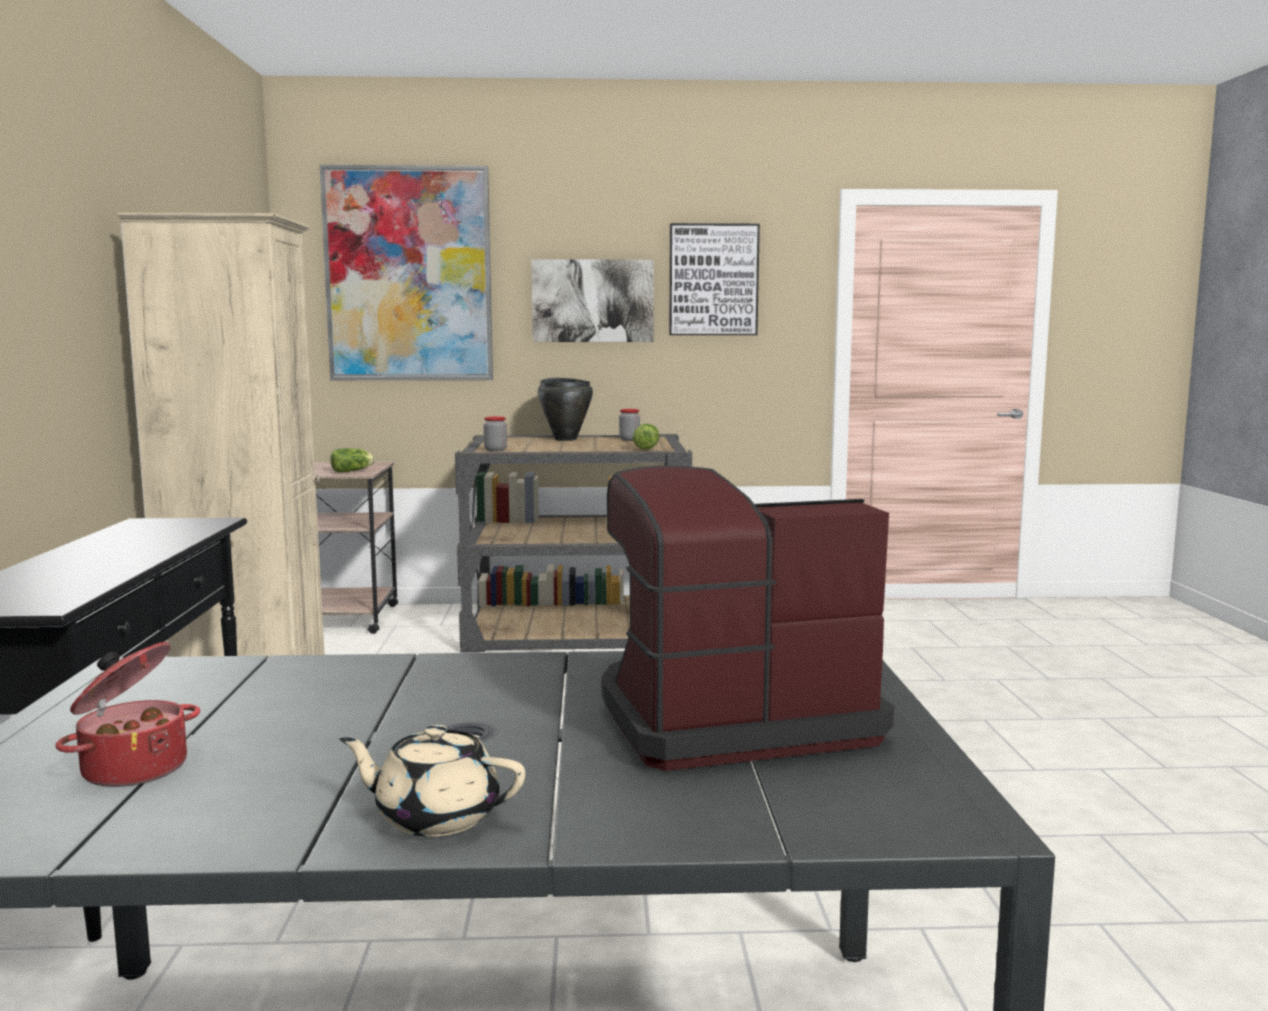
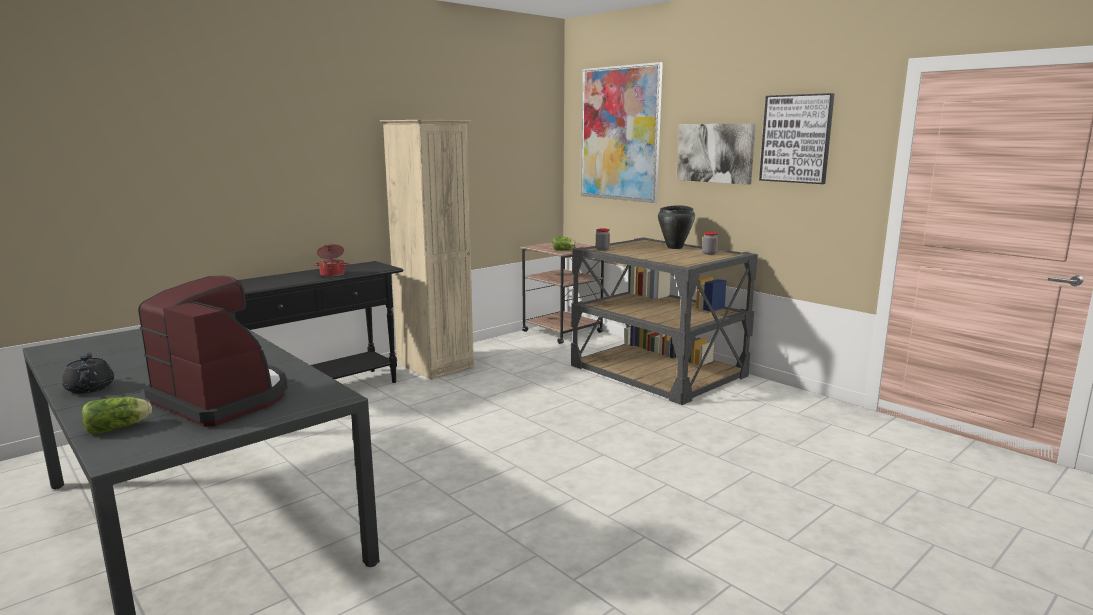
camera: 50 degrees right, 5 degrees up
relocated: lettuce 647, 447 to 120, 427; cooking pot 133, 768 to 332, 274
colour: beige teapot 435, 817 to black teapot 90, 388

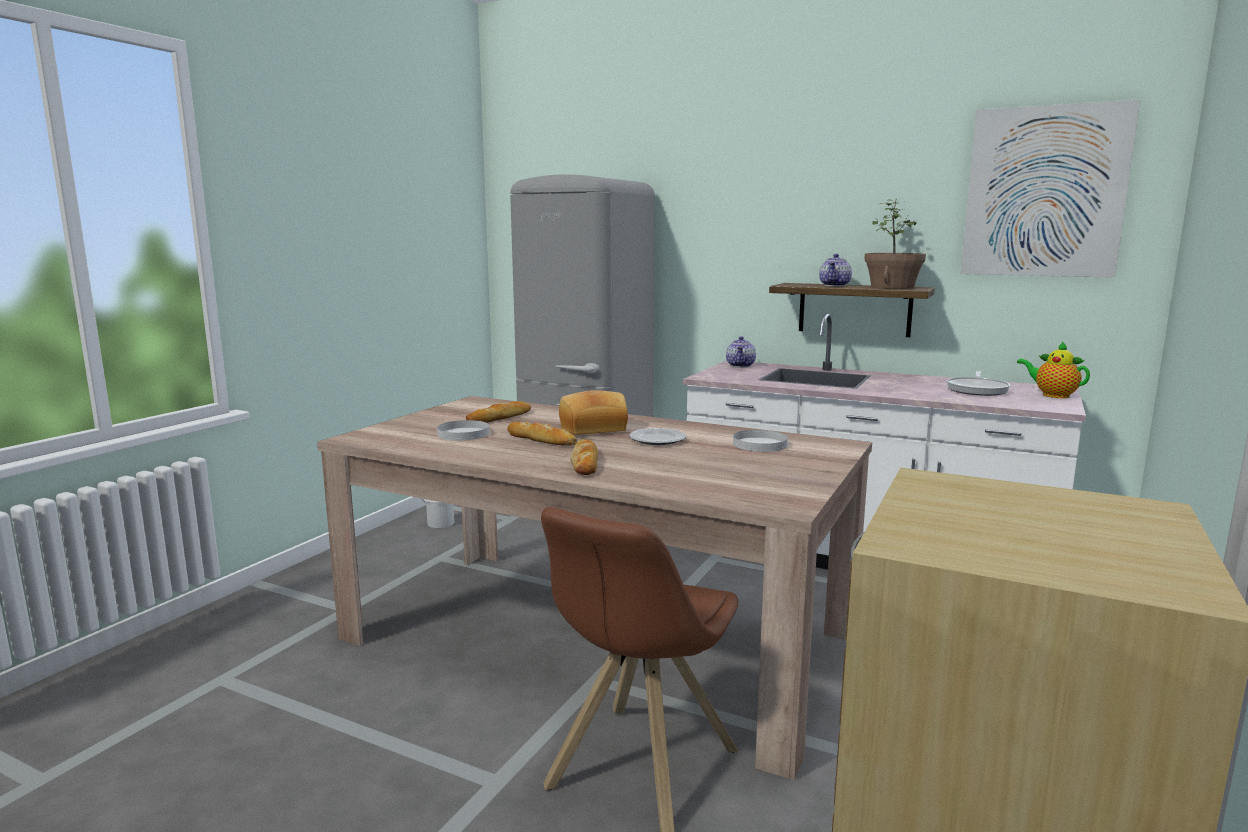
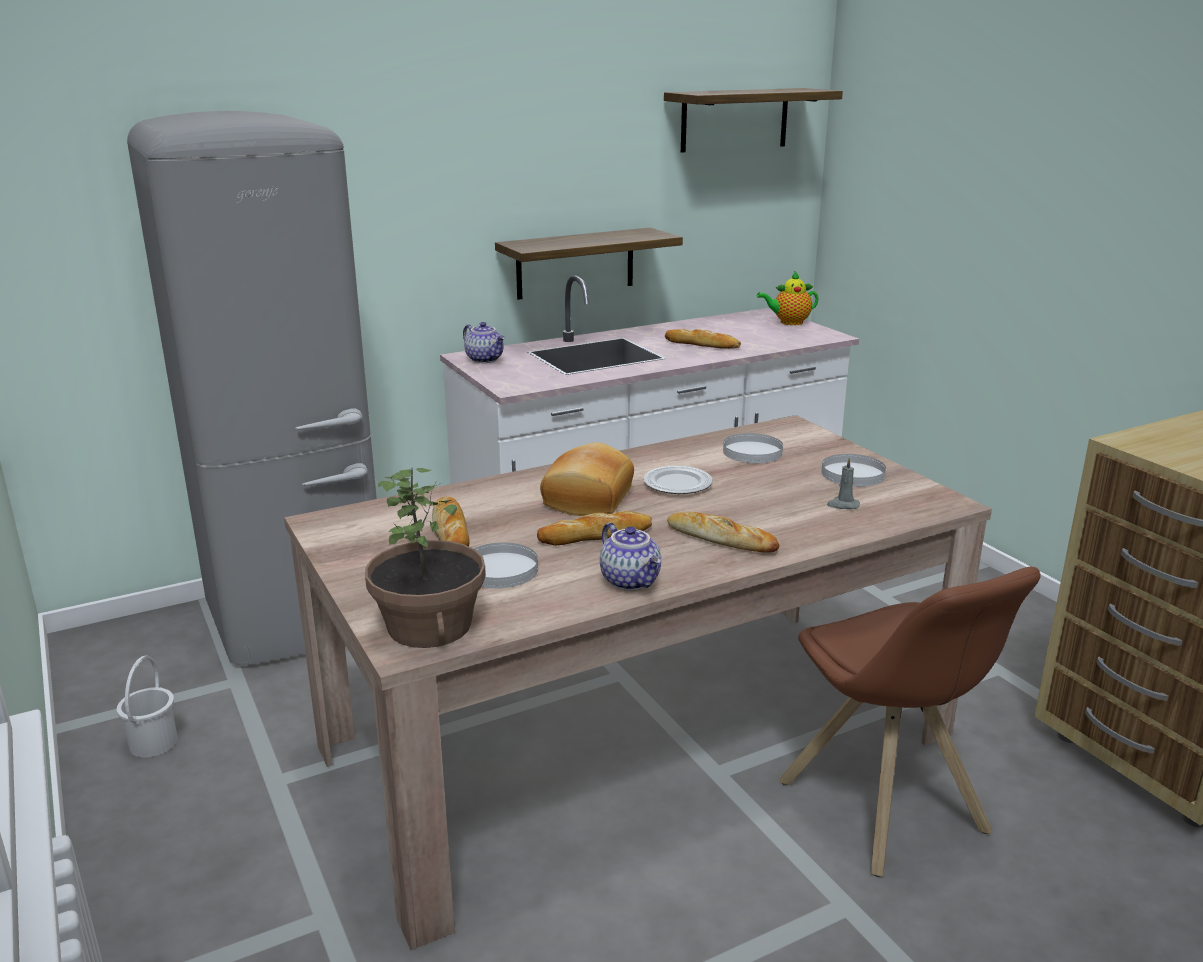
camera: 55 degrees left, 10 degrees up
missing: frying pan 977, 389
appeared: bread 702, 344; white plate 853, 474; grey candle 842, 505
relocated: potted plant 893, 287 to 431, 625; teapot 835, 285 to 631, 581
exchanged: picture 1044, 192 to shelf 734, 119

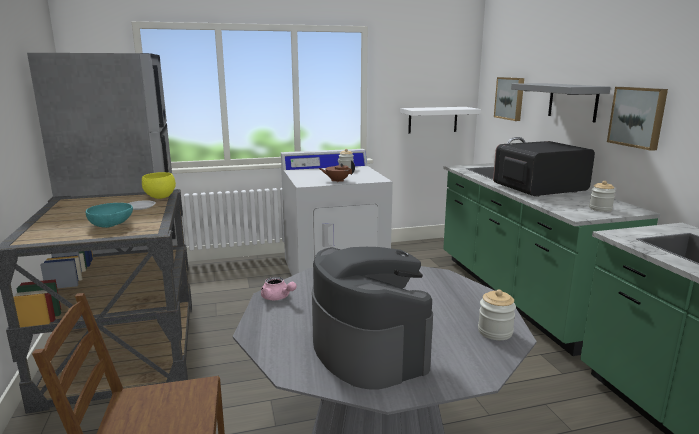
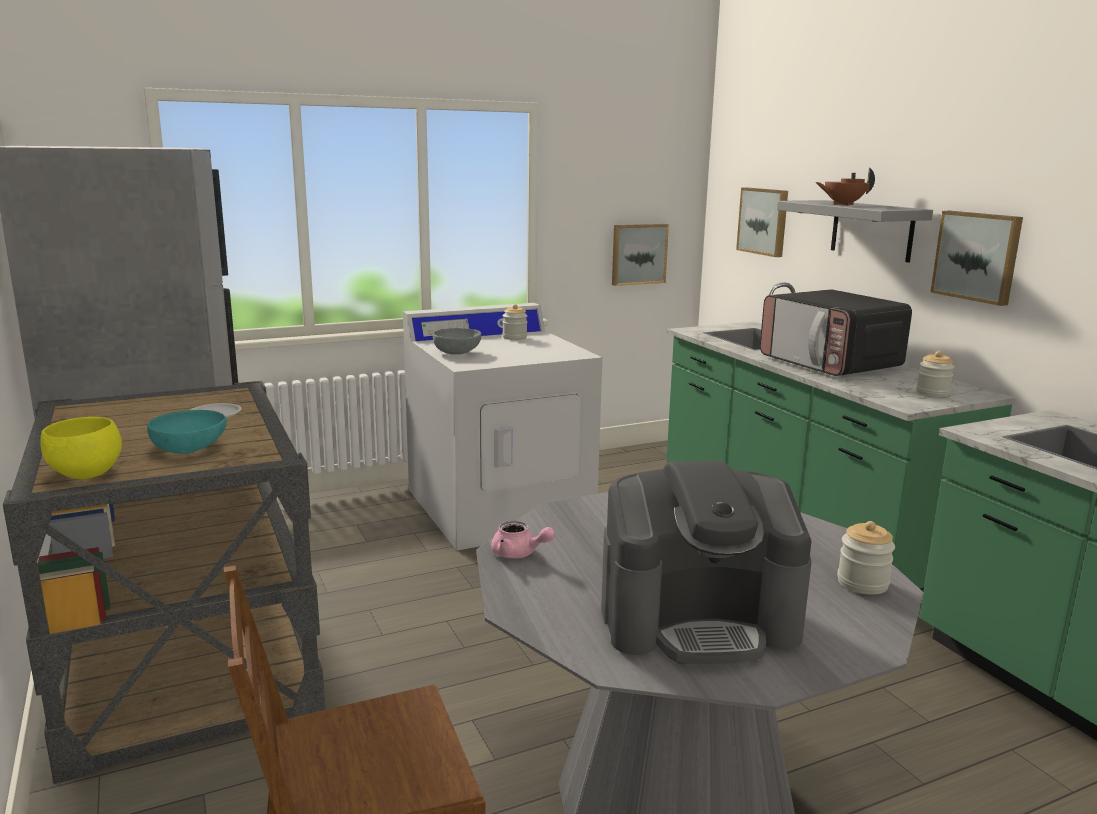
camera: 10 degrees left, 0 degrees up
appeared: grey bowl 457, 352
relocated: brown teapot 337, 181 to 843, 204; yellow bowl 160, 197 to 86, 475
exchanged: white shelf 433, 120 to picture 638, 254
spun: microwave 538, 189 = 830, 363 90 degrees counterclockwise; coffee machine 368, 348 = 698, 619 120 degrees clockwise

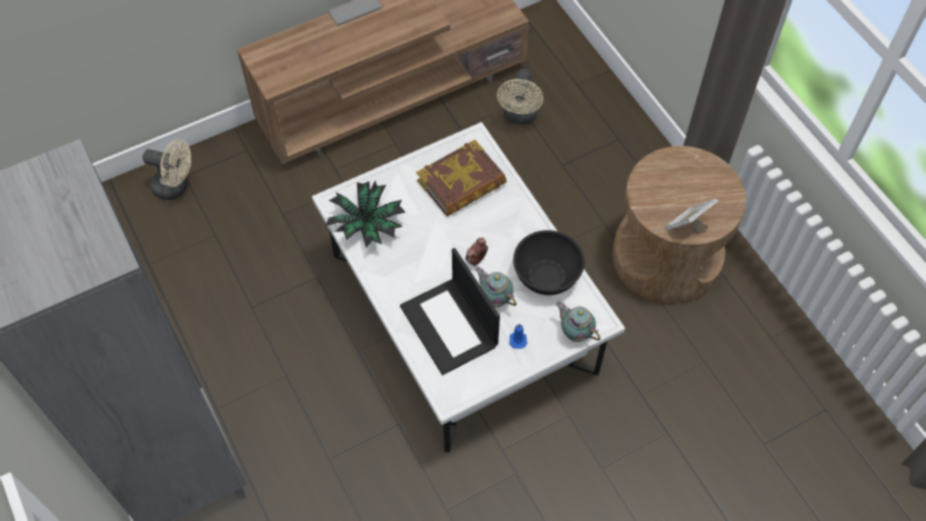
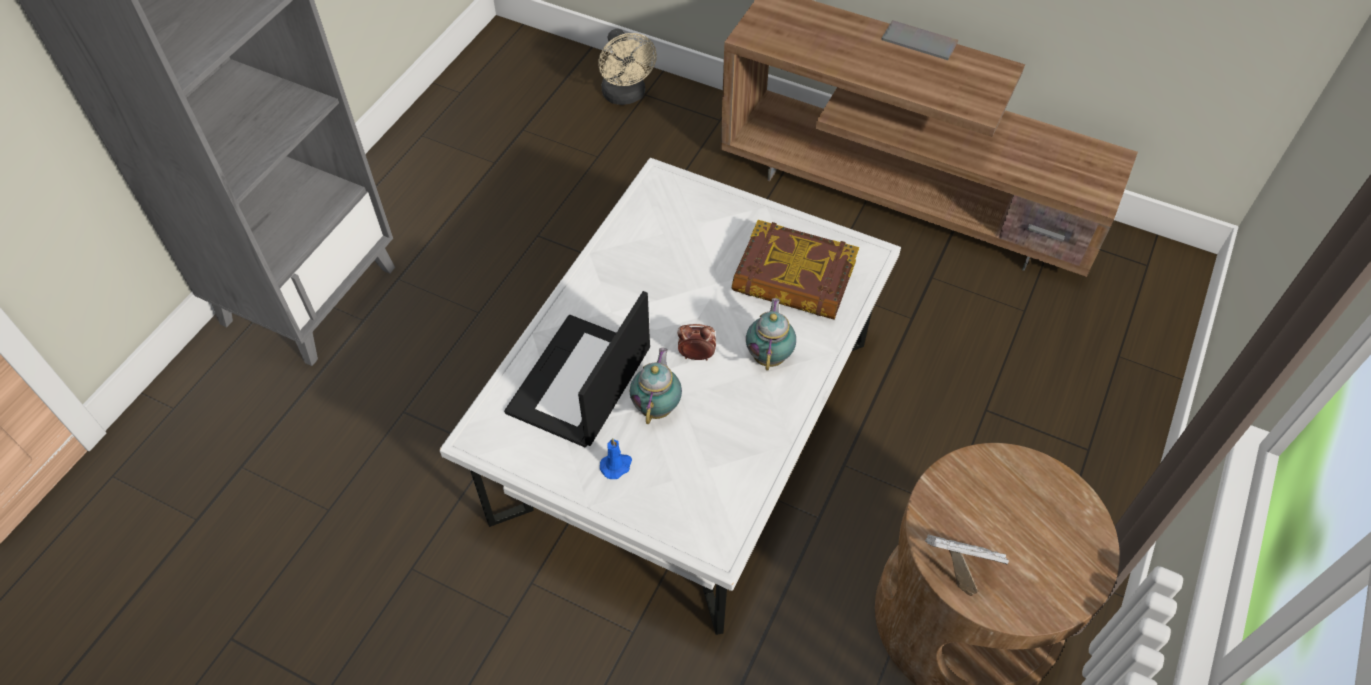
camera: 55 degrees right, 5 degrees down
missing: beige fan 519, 116; potted plant 366, 226; black bowl 546, 276
relocated: teapot 575, 332 to 769, 355

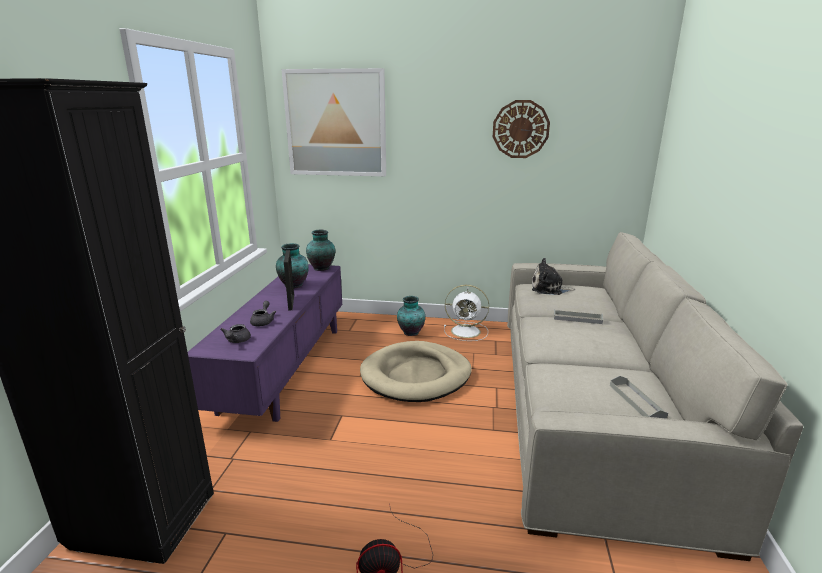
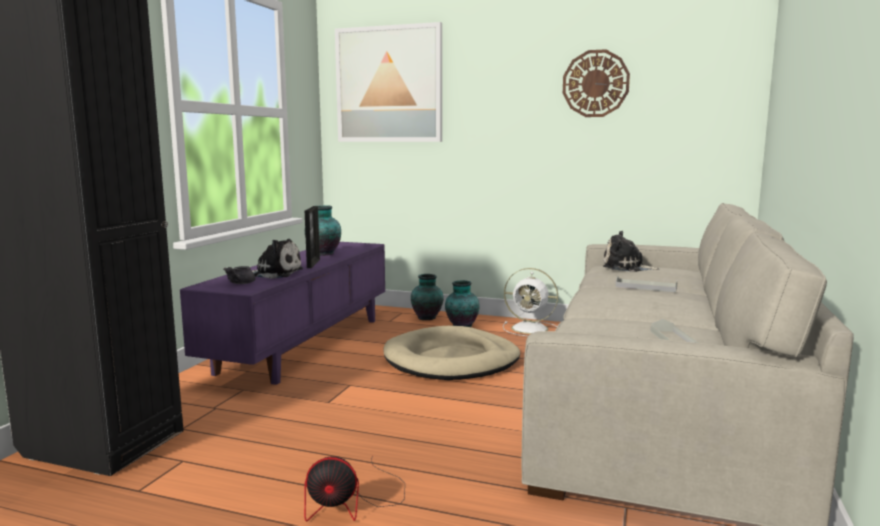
camera: 10 degrees right, 10 degrees down
relocated: vase 322, 268 to 427, 318
exchanged: grey teapot 263, 321 to plush toy 275, 273

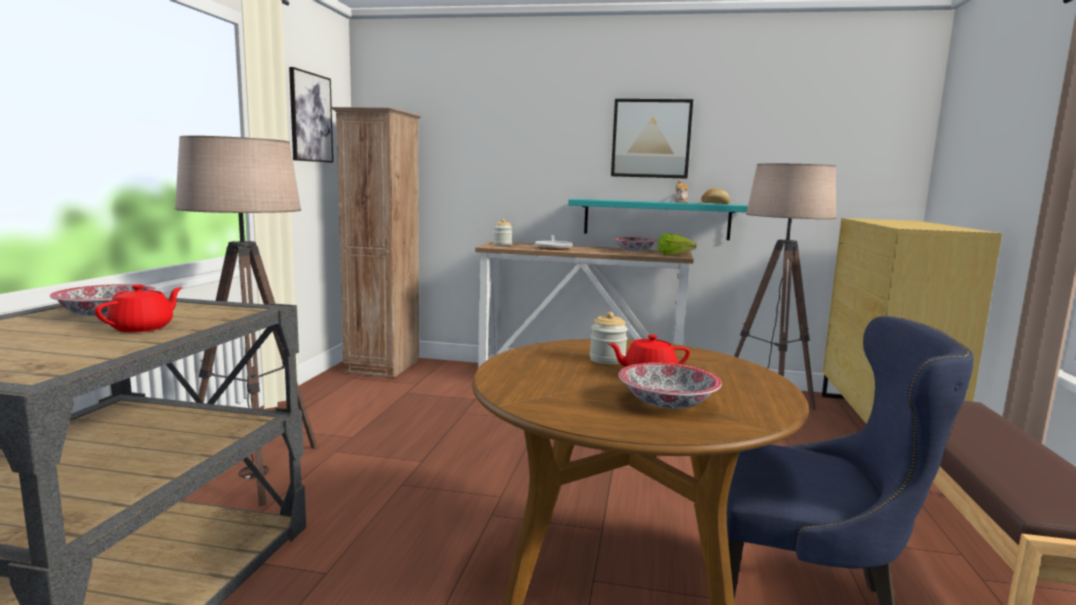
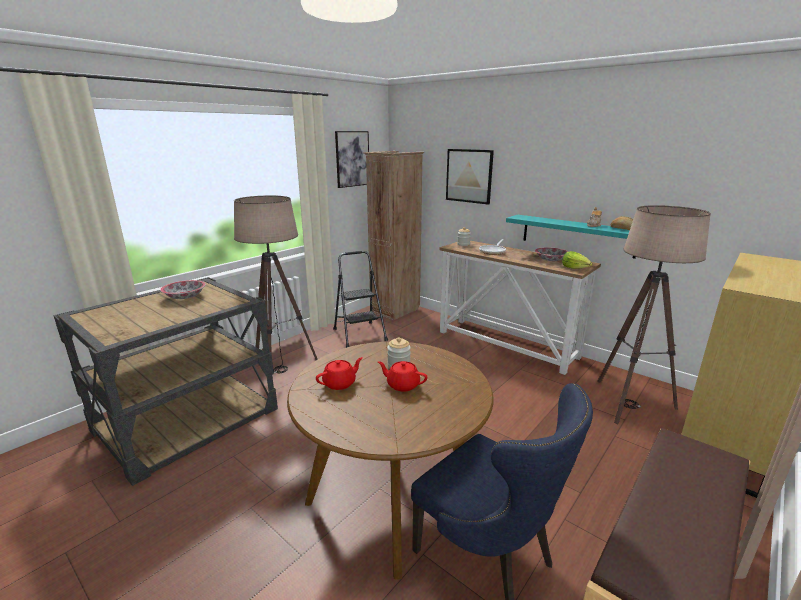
camera: 30 degrees right, 10 degrees up
missing: bowl 667, 403
appeared: black step ladder 359, 333
relocated: picture 651, 138 to 469, 176; red teapot 143, 328 to 340, 383

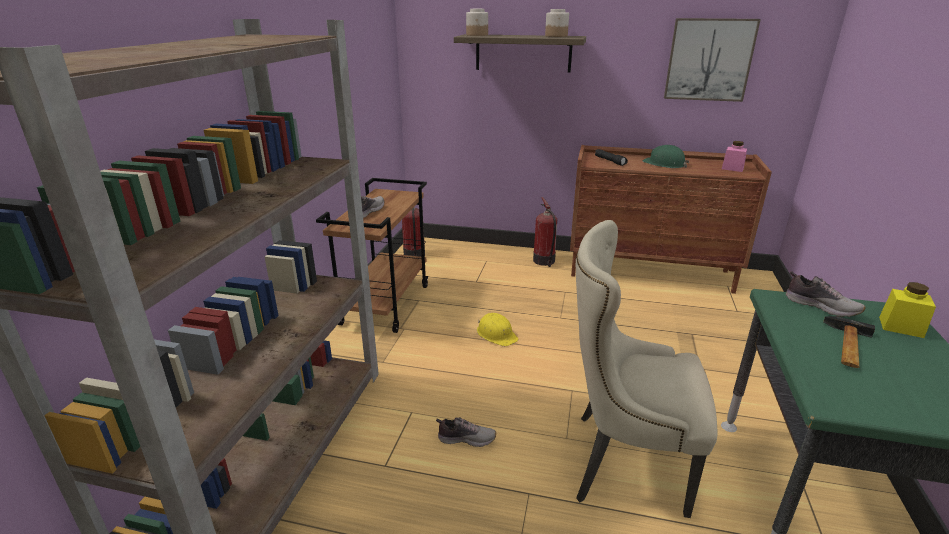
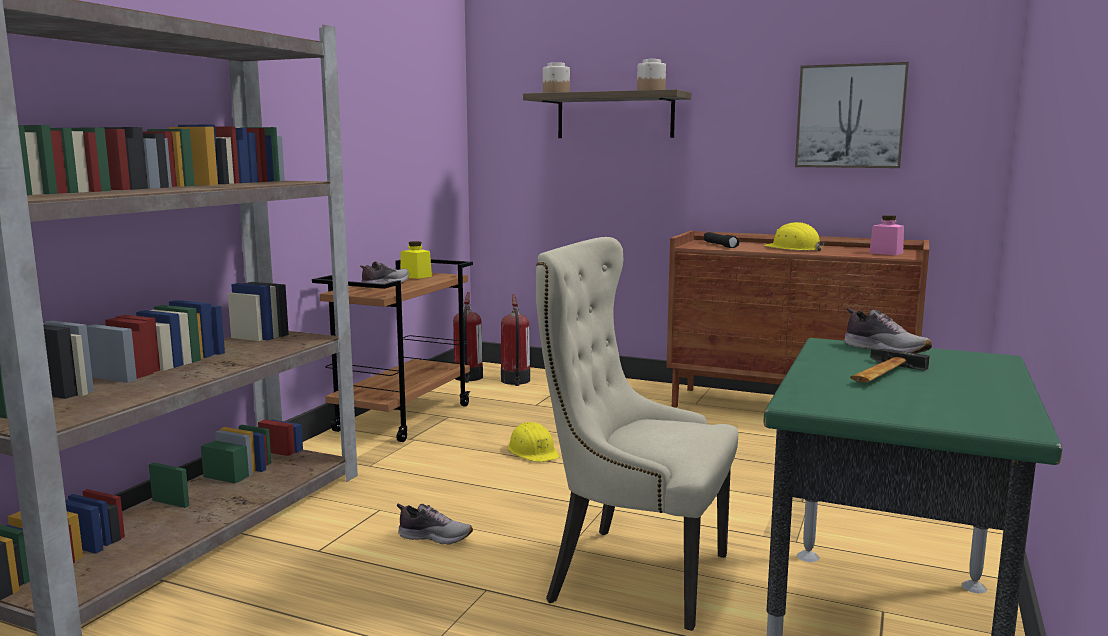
camera: 10 degrees right, 15 degrees down
relocated: fire extinguisher 544, 261 to 515, 381; yellow jar 901, 327 to 416, 276
colour: green hard hat 664, 164 to yellow hard hat 793, 248

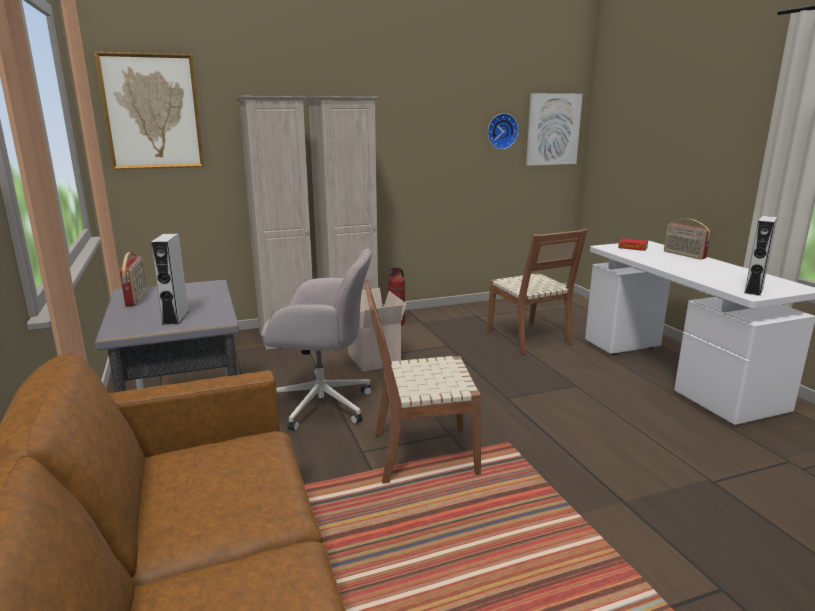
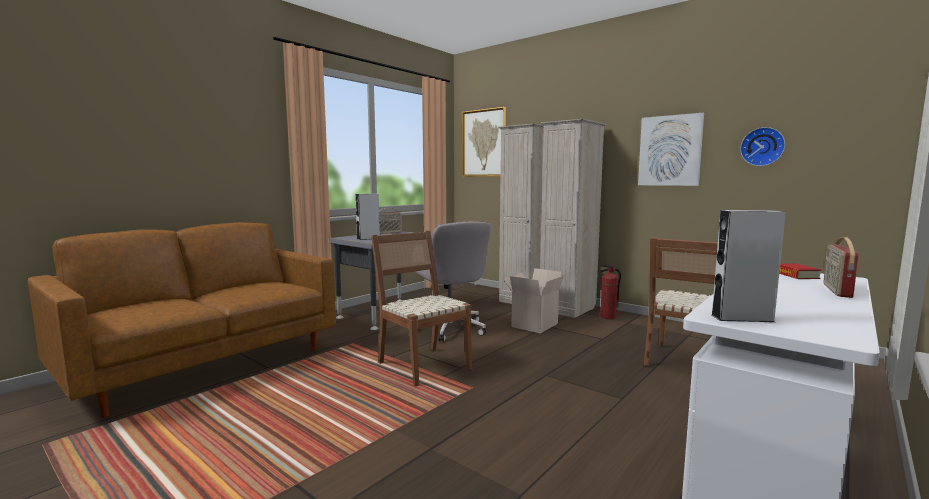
camera: 60 degrees right, 10 degrees down
relocated: picture 553, 129 to 670, 151

